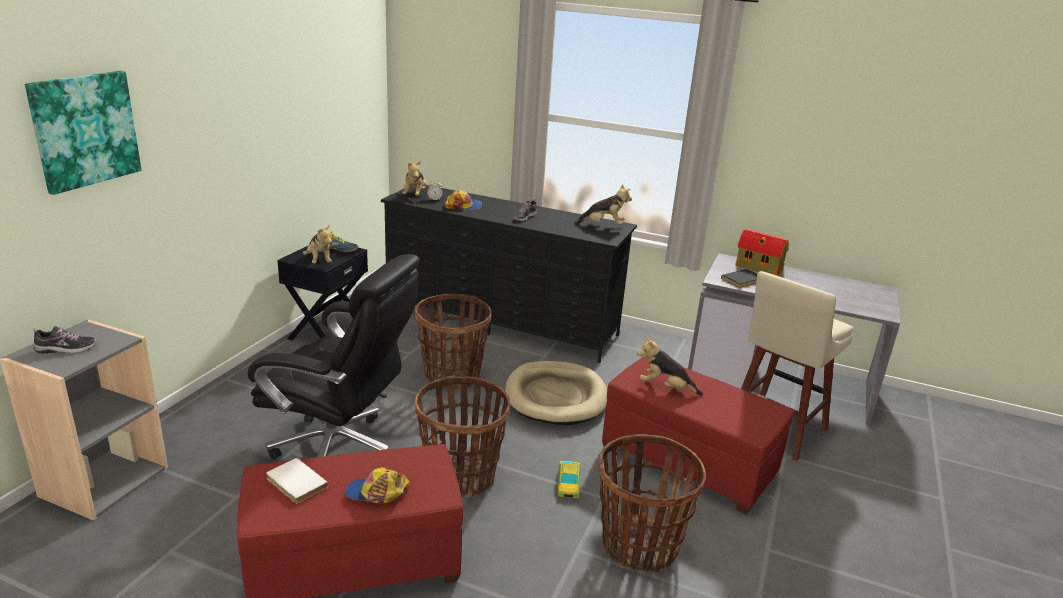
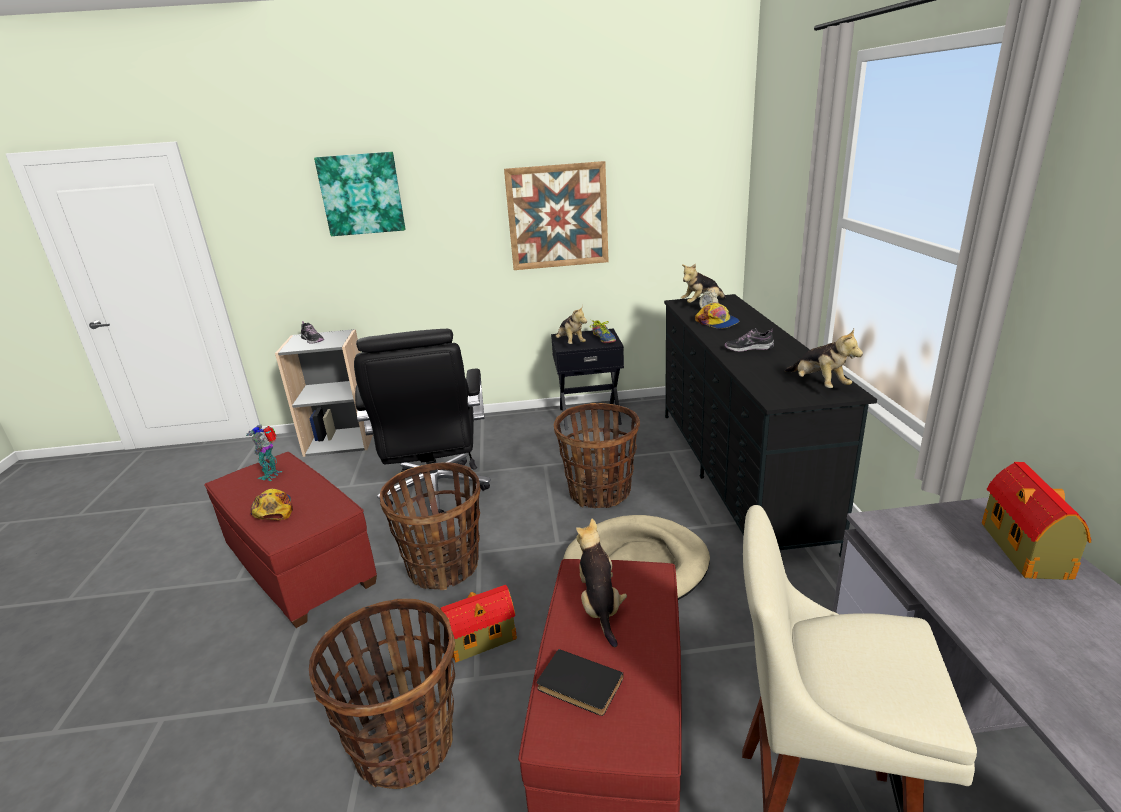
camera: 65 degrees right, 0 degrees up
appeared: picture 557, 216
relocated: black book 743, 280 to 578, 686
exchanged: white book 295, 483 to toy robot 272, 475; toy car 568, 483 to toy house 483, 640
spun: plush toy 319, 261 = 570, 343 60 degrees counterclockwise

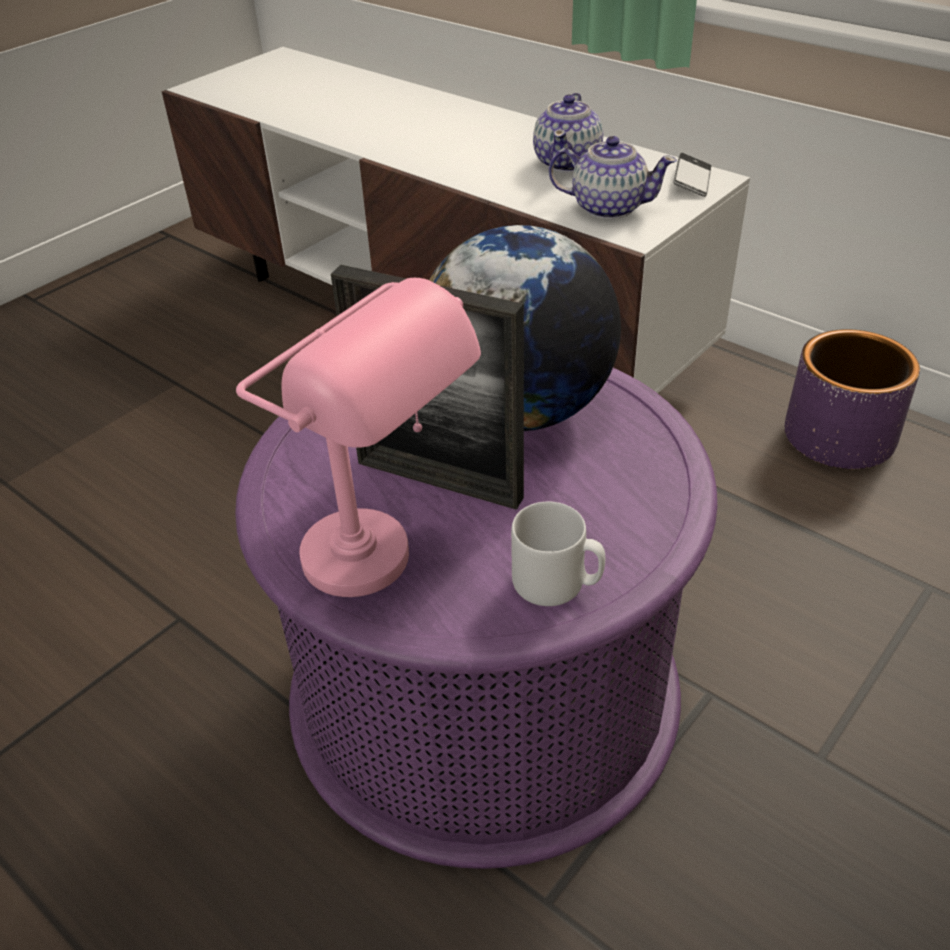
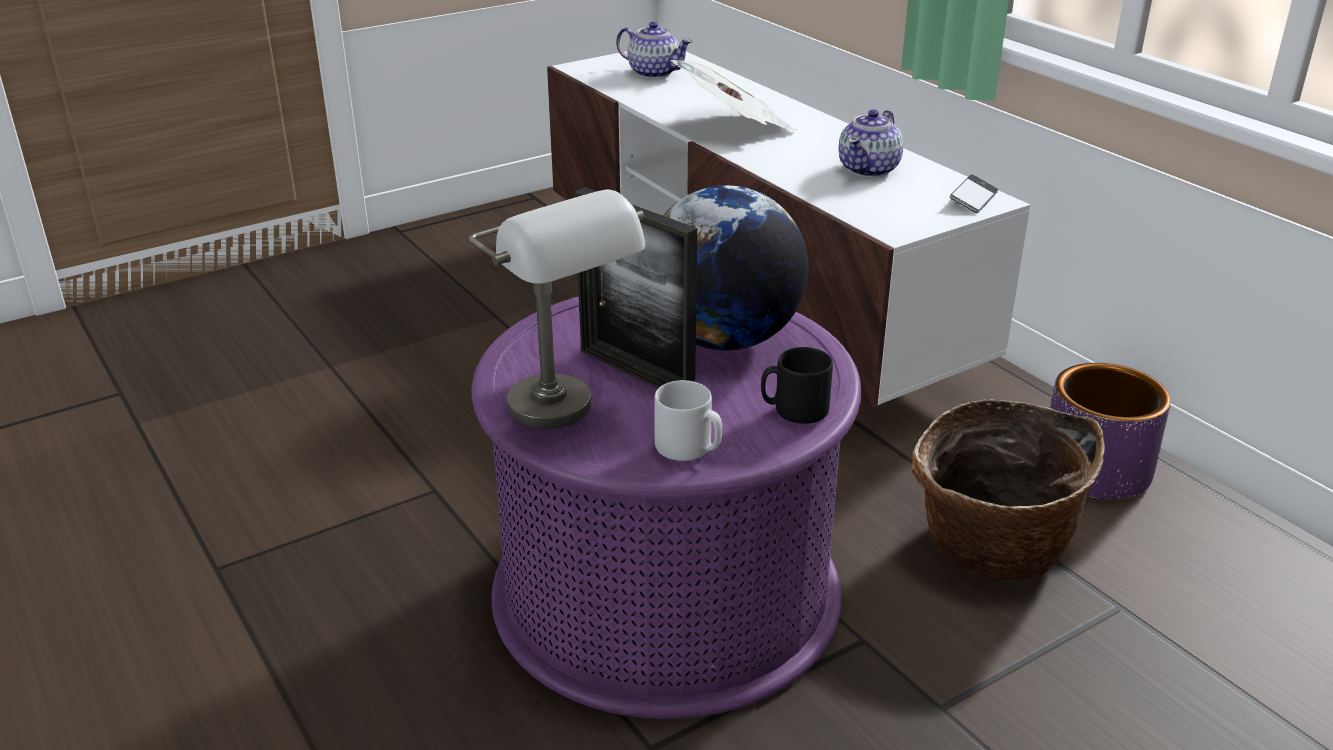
camera: 15 degrees right, 10 degrees down
appeared: newspaper 734, 127; black mug 794, 410; basket 989, 552
relocated: teapot 608, 207 to 653, 73
colour: pink table lamp 387, 570 to grey table lamp 568, 418

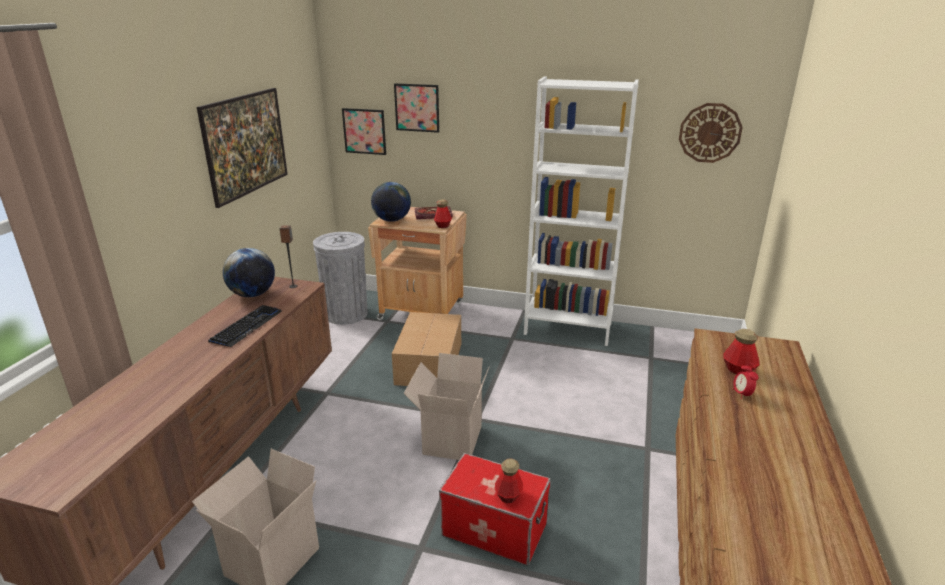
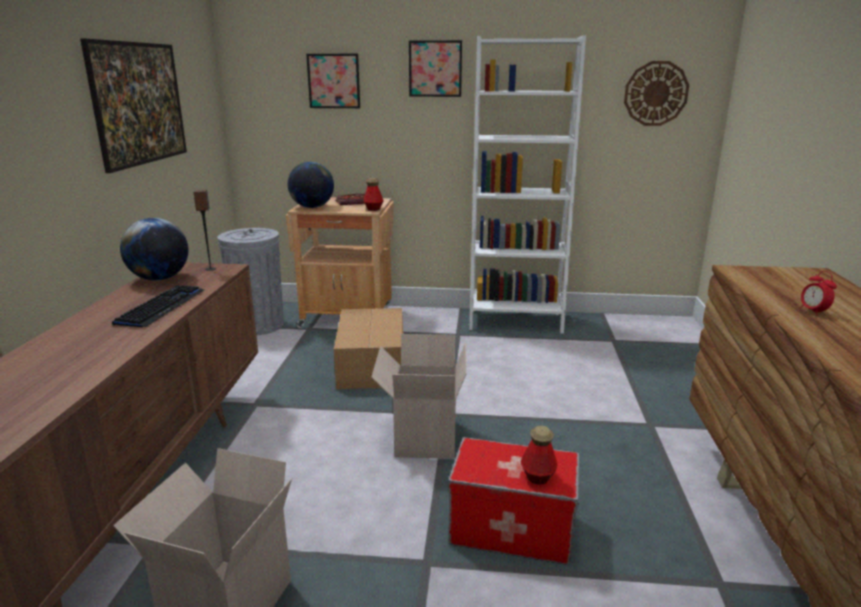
camera: 10 degrees left, 5 degrees down
missing: bottle 738, 370
relocated: picture 364, 131 to 435, 68

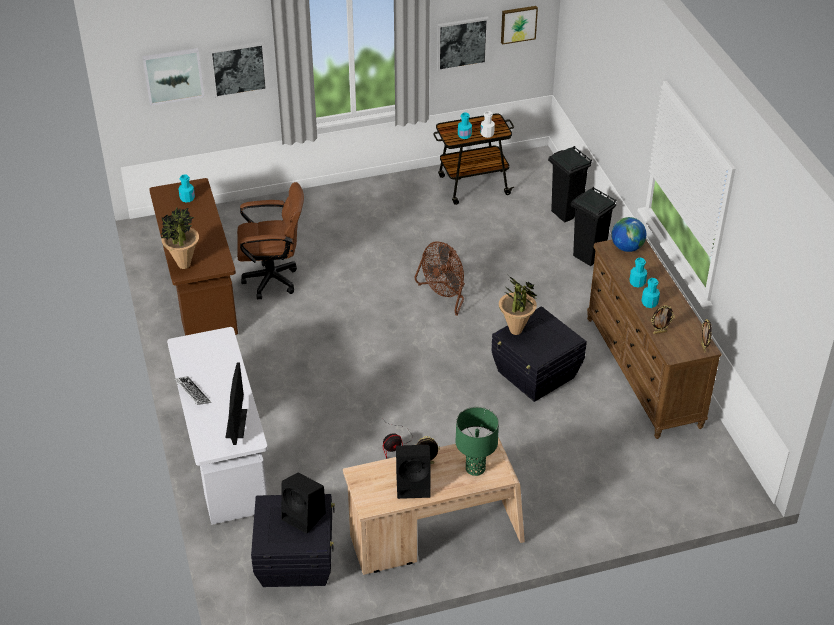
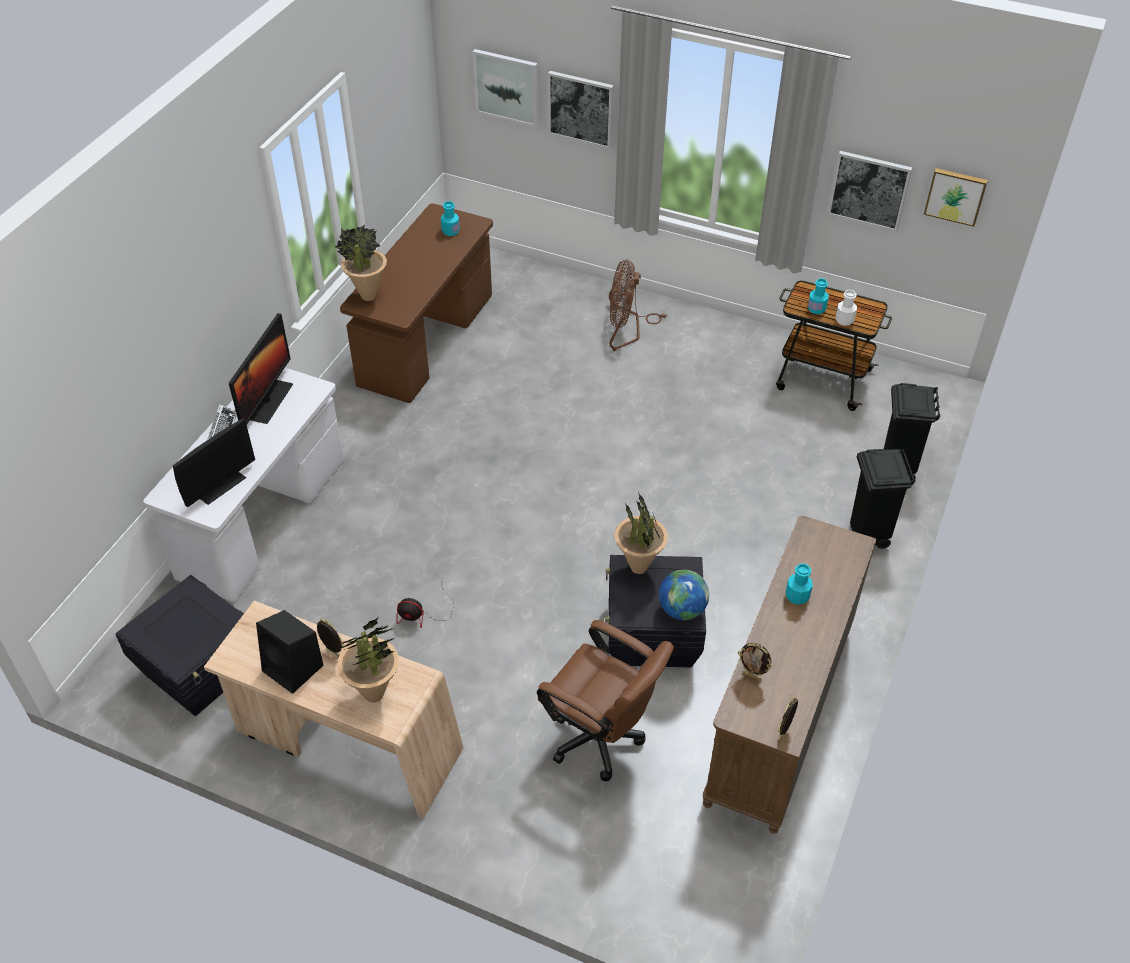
camera: 40 degrees right, 5 degrees up
missing: turquoise bottle 649, 303; black speaker 304, 516
appeared: monitor 268, 401
relocated: brown office chair 274, 280 to 602, 742; globe 627, 247 to 682, 610; brown fan 445, 293 to 627, 326
exchanged: green table lamp 475, 468 to potted plant 374, 694

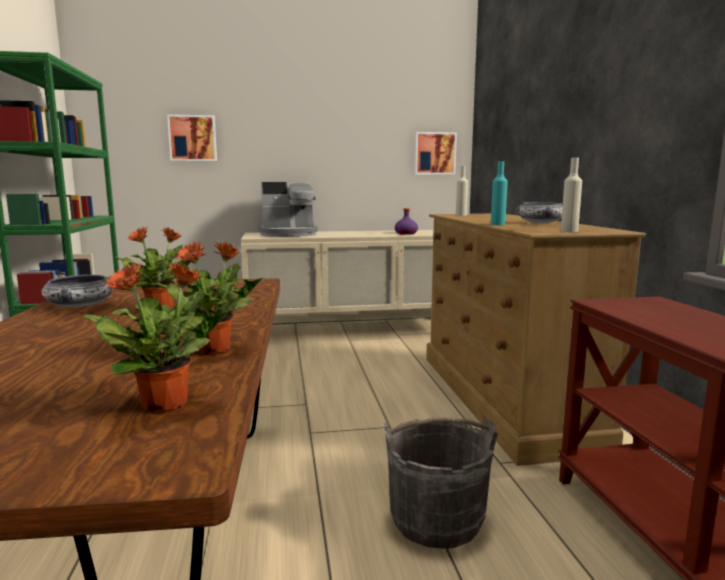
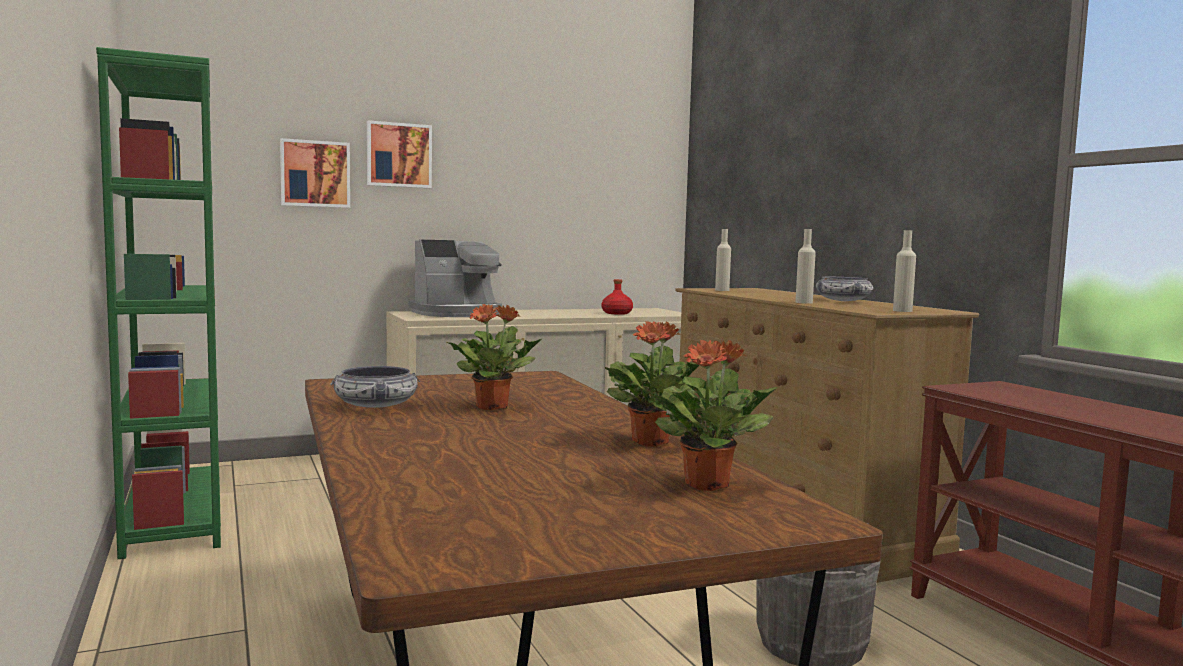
camera: 15 degrees left, 5 degrees down
relocated: picture 434, 153 to 398, 155
colour: turquoise bottle 497, 224 to beige bottle 804, 302; purple bottle 406, 233 to red bottle 617, 313

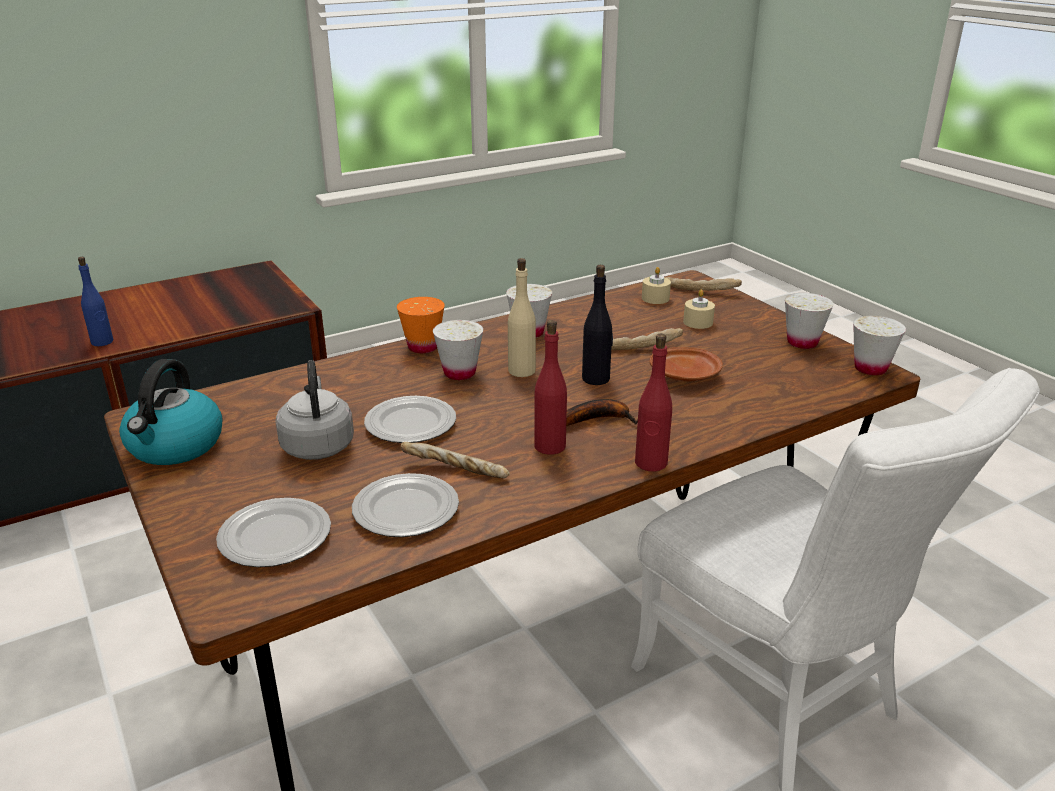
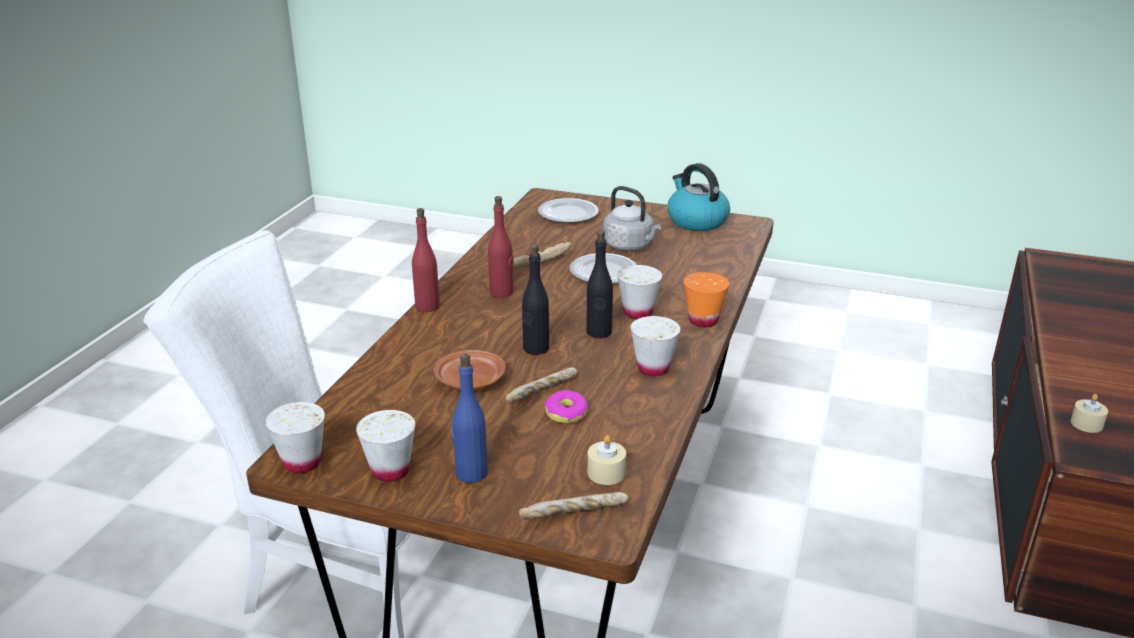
camera: 140 degrees right, 0 degrees up
missing: banana 598, 419; plate 406, 511
appeared: donut 566, 413
relocated: blue bottle 102, 342 to 471, 473; beige candle 698, 322 to 1086, 424
colour: beige bottle 522, 371 to black bottle 599, 332

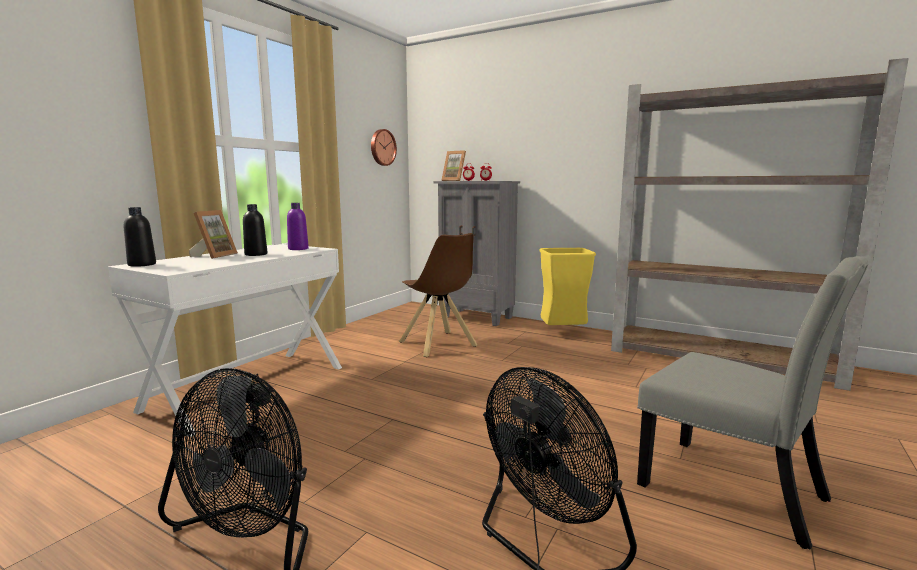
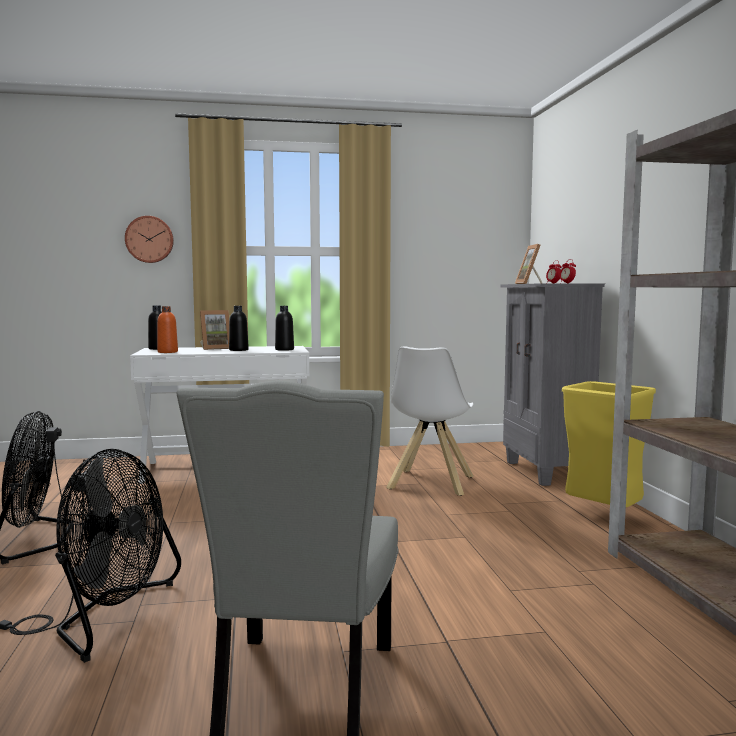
camera: 50 degrees right, 5 degrees down
appeared: orange bottle 167, 352
relocated: wall clock 382, 147 to 149, 239
colour: purple bottle 298, 249 to black bottle 284, 349; brown chair 438, 344 to white chair 430, 483

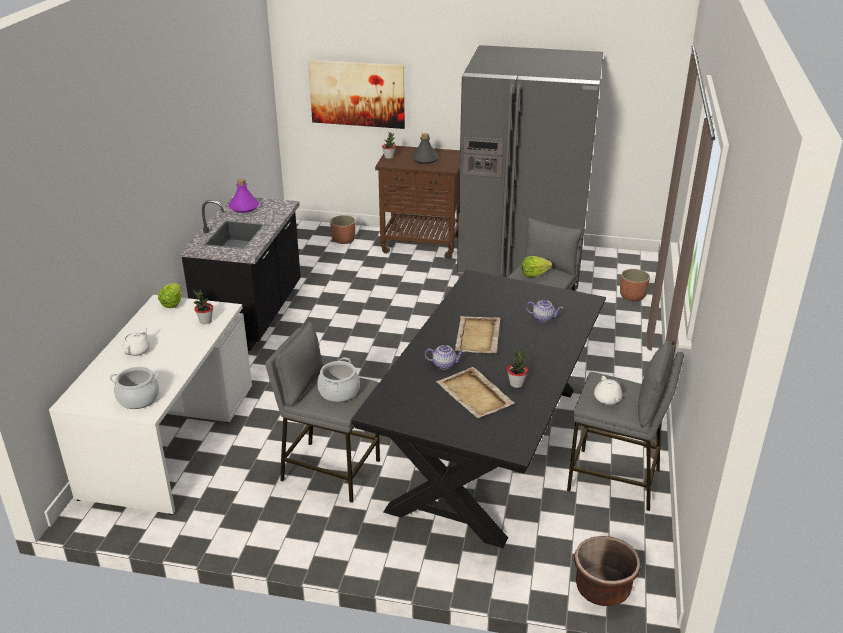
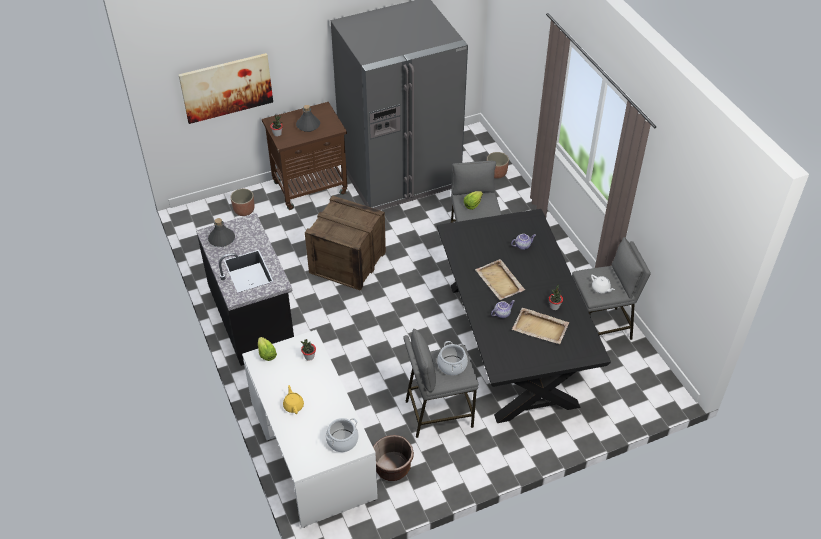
camera: 35 degrees left, 15 degrees up
appeared: crate 347, 262
relocated: brown planter 602, 589 to 392, 467
colour: purple bottle 244, 207 to grey bottle 221, 239; white teapot 137, 350 to yellow teapot 293, 405

